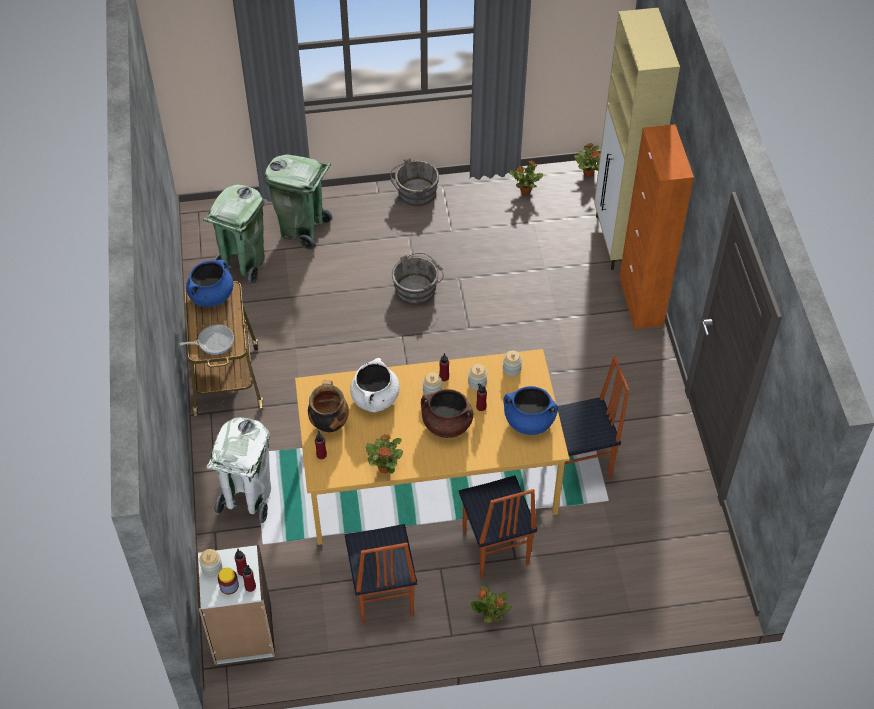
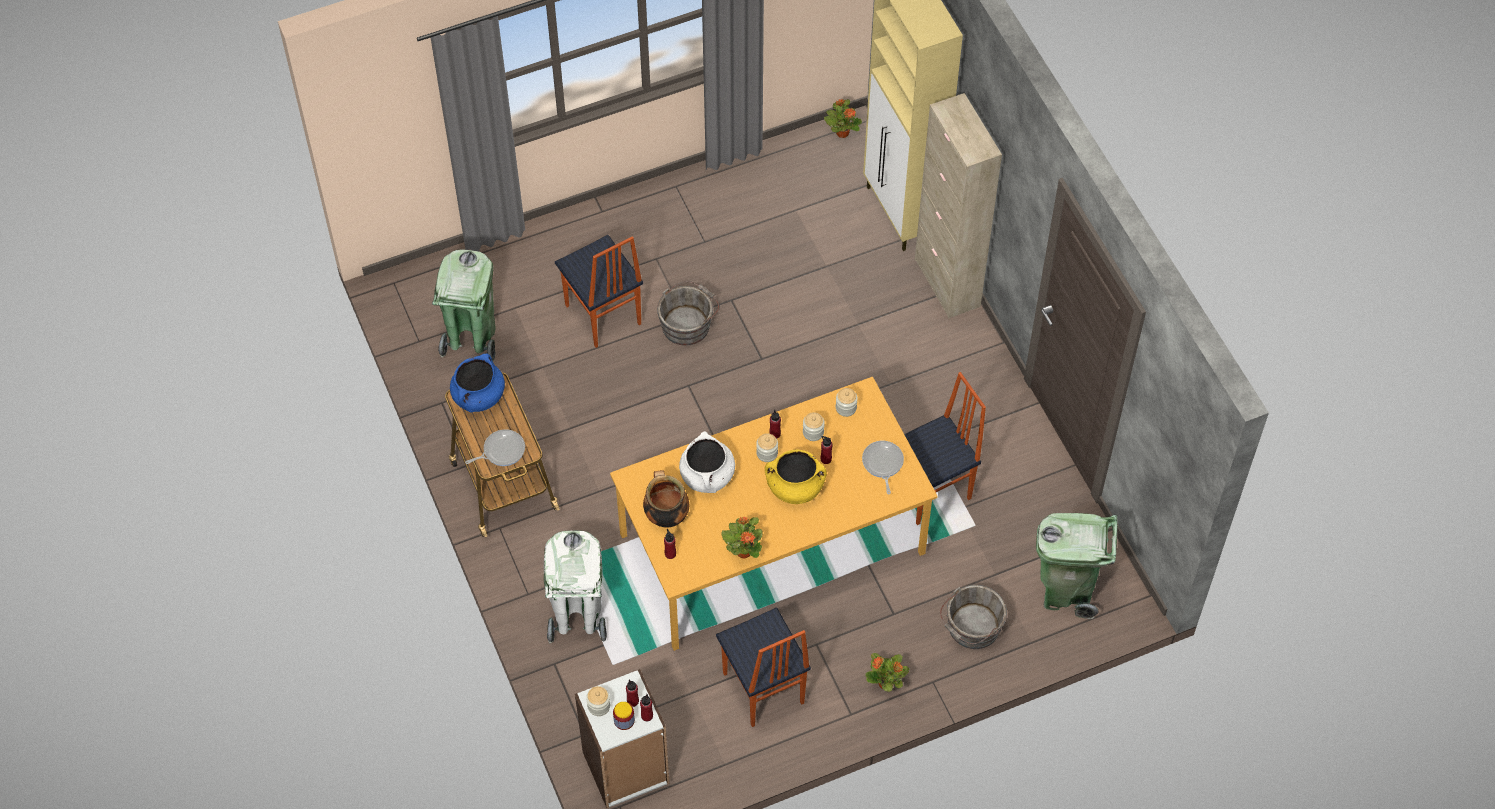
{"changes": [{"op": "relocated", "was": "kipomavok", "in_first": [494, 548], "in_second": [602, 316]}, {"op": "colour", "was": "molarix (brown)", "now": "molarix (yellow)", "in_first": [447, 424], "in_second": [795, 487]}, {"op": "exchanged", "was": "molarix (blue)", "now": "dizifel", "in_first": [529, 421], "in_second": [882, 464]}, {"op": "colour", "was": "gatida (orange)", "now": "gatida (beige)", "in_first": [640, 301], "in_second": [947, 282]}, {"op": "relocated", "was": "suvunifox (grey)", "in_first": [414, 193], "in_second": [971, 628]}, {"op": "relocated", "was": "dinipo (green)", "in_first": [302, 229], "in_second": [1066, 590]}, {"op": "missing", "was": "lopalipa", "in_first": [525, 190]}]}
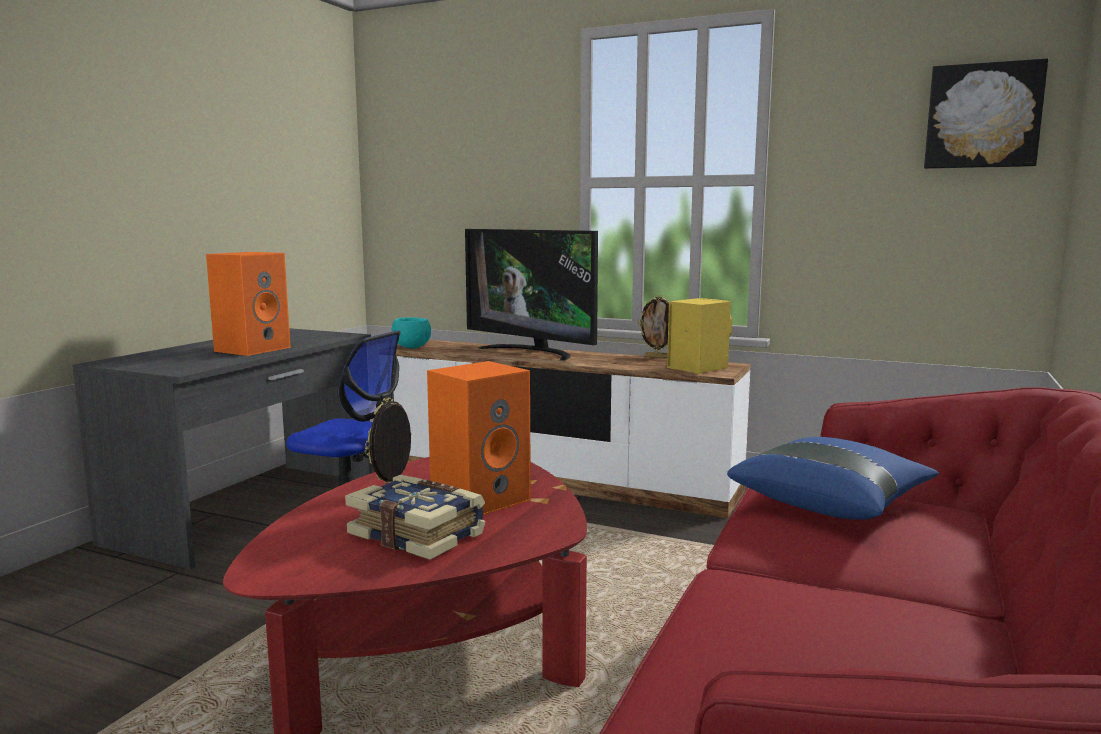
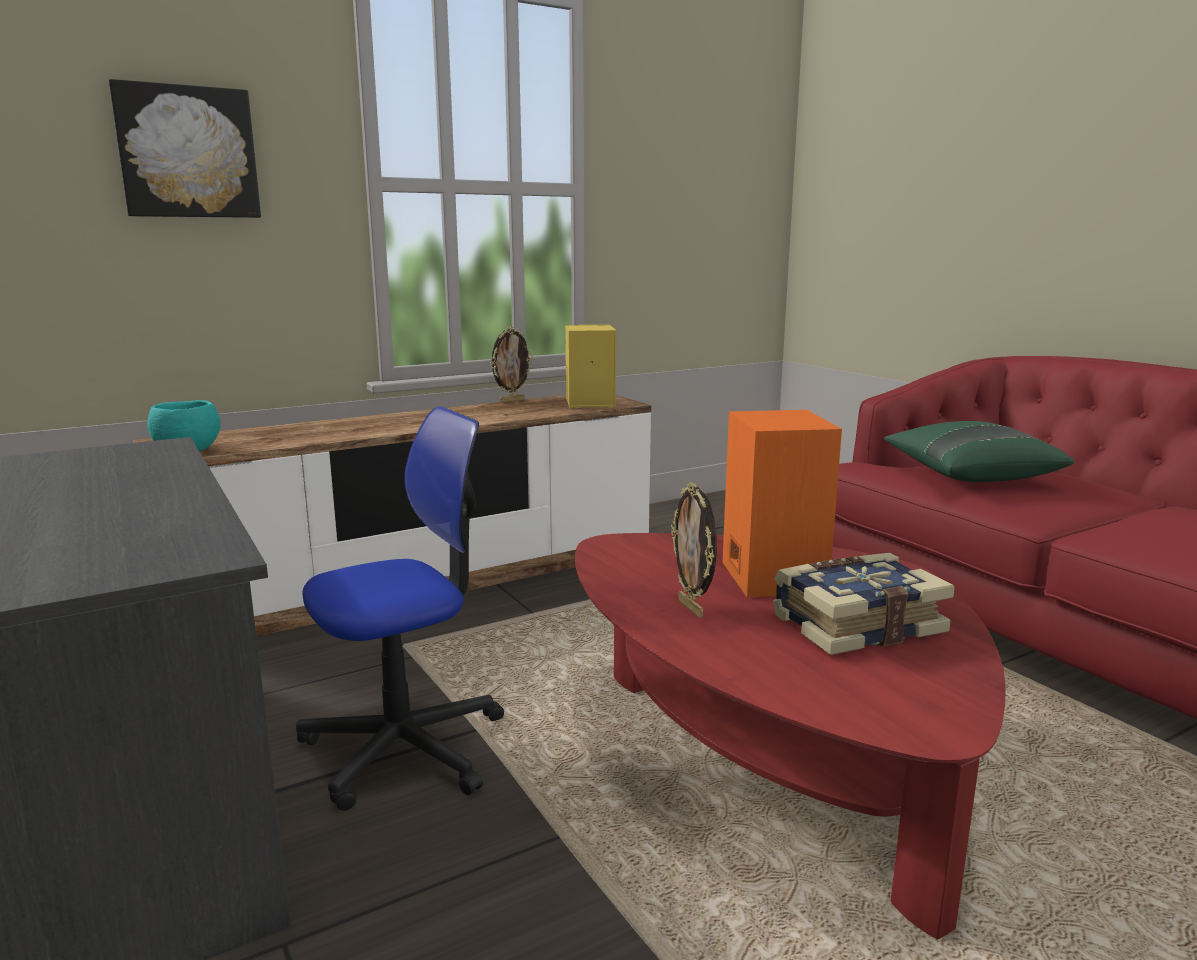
{"changes": [{"op": "relocated", "was": "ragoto", "in_first": [983, 116], "in_second": [187, 153]}, {"op": "colour", "was": "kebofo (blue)", "now": "kebofo (green)", "in_first": [831, 504], "in_second": [969, 475]}, {"op": "missing", "was": "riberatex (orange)", "in_first": [253, 349]}, {"op": "missing", "was": "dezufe", "in_first": [532, 352]}]}
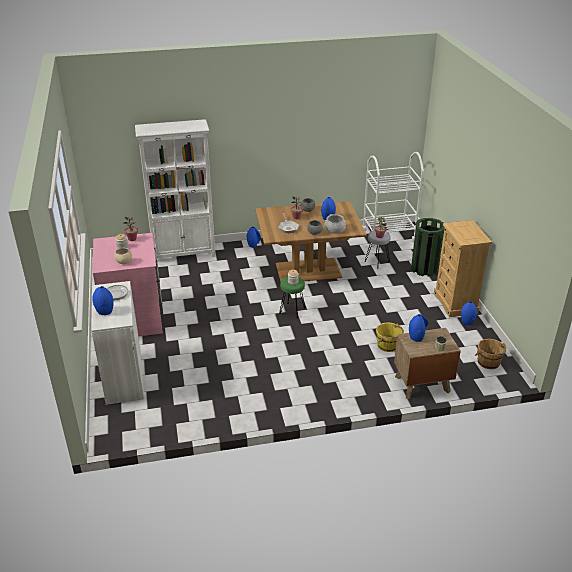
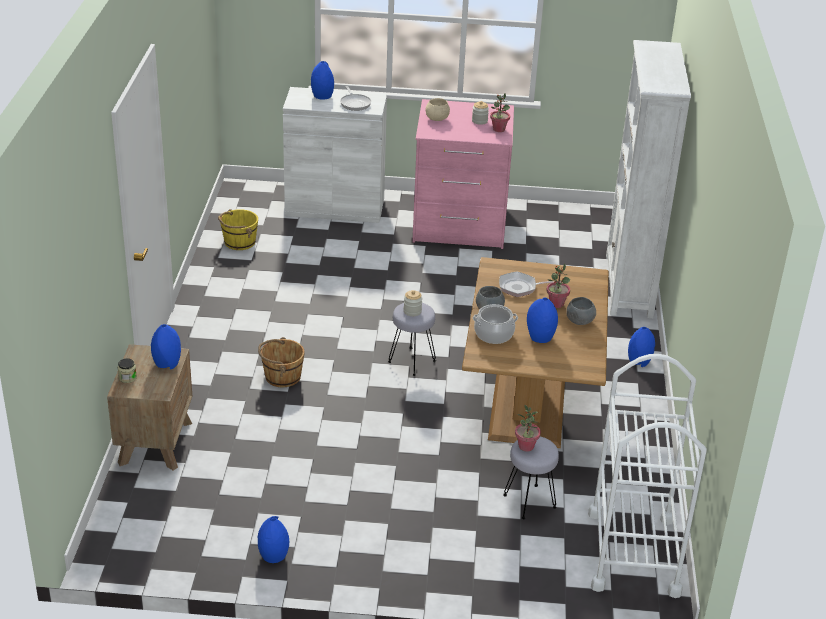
{"changes": [{"op": "relocated", "was": "suvunifox (yellow)", "in_first": [388, 345], "in_second": [239, 242]}, {"op": "relocated", "was": "suvunifox (brown)", "in_first": [488, 362], "in_second": [282, 376]}, {"op": "colour", "was": "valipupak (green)", "now": "valipupak (grey)", "in_first": [292, 310], "in_second": [411, 361]}, {"op": "missing", "was": "dinipo (green)", "in_first": [424, 269]}, {"op": "missing", "was": "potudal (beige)", "in_first": [455, 303]}]}
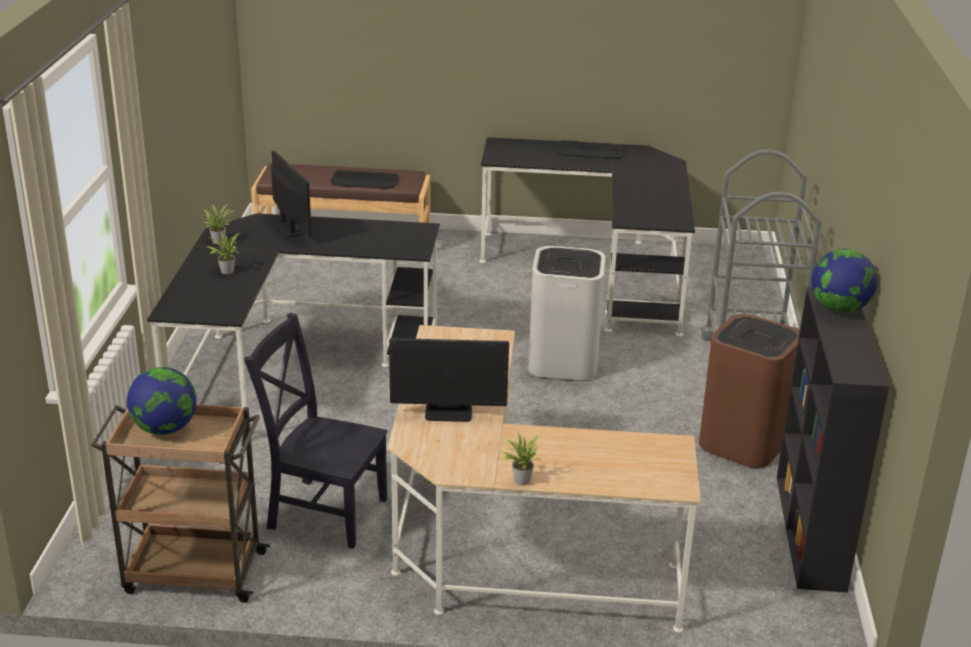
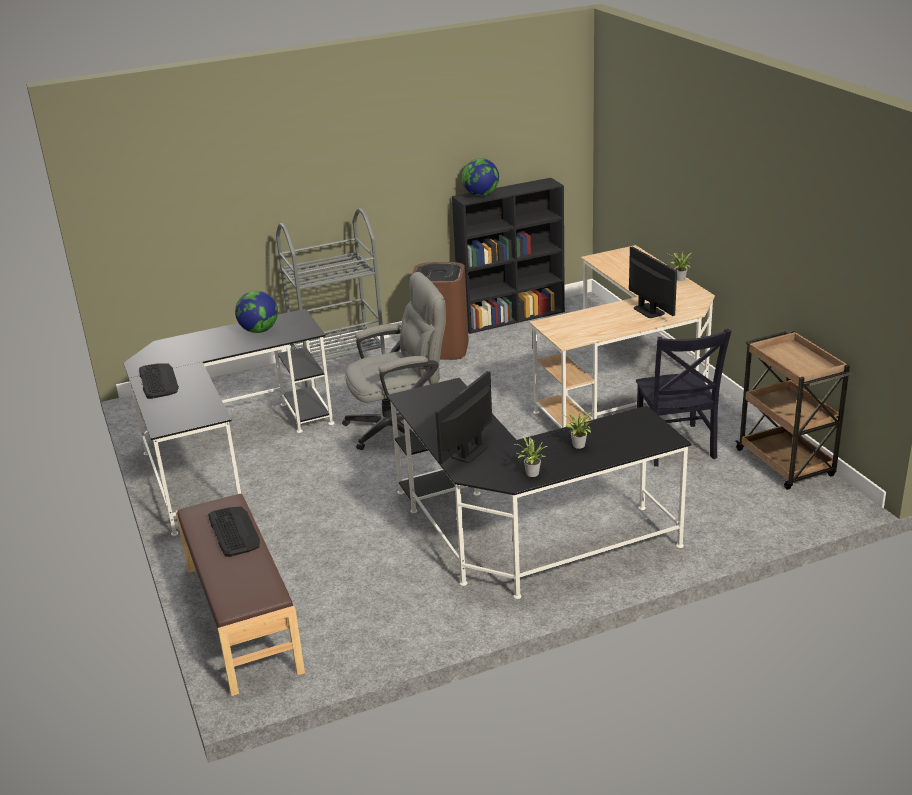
{"changes": [{"op": "relocated", "was": "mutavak", "in_first": [165, 429], "in_second": [259, 330]}, {"op": "exchanged", "was": "dinipo (white)", "now": "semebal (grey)", "in_first": [562, 363], "in_second": [400, 426]}]}
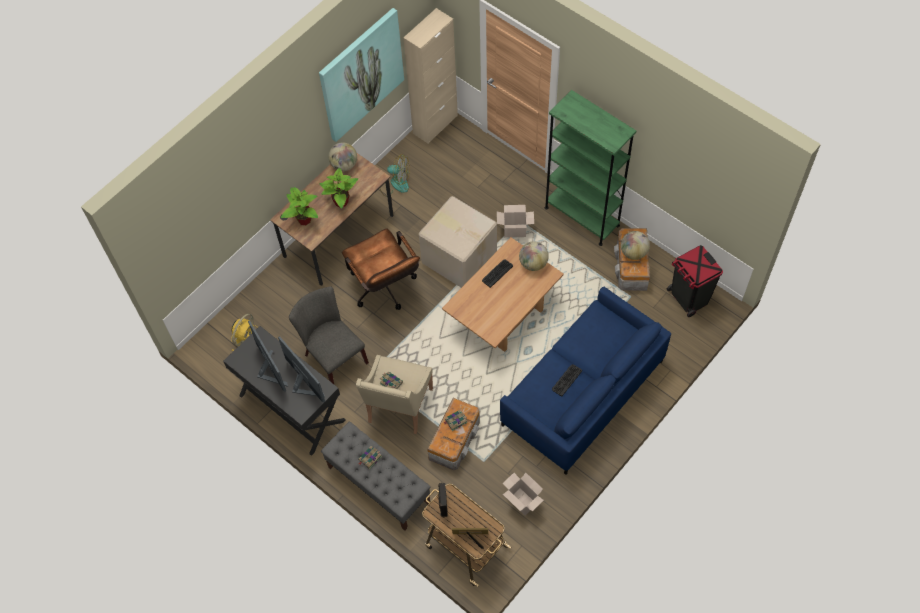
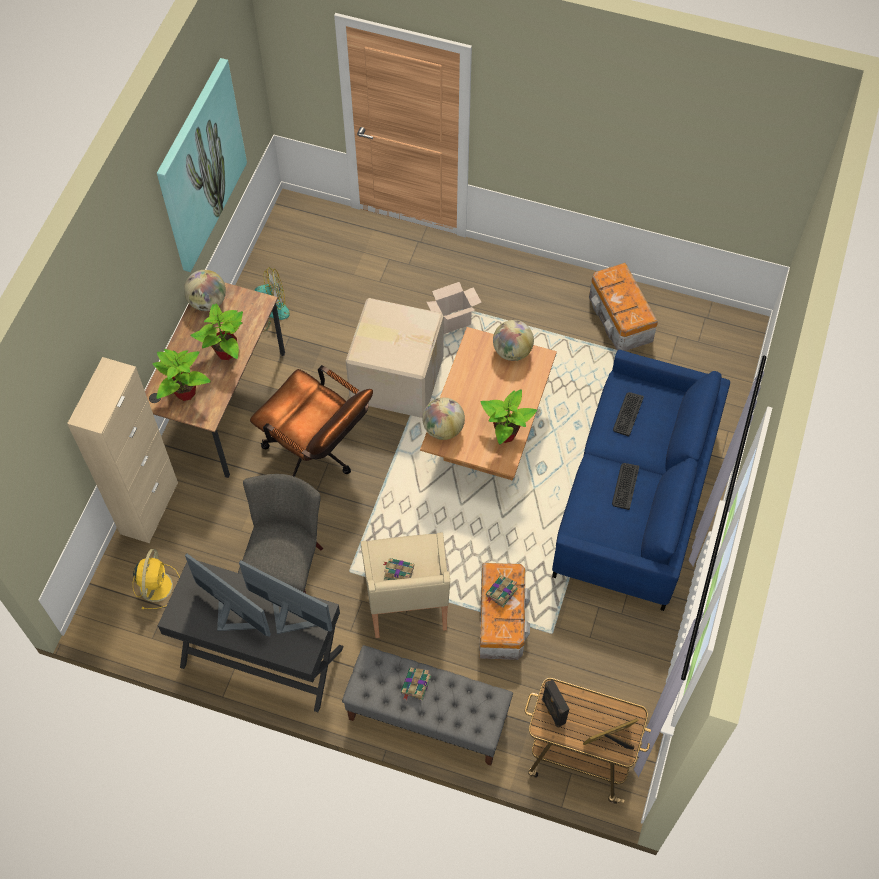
{"changes": [{"op": "relocated", "was": "gatida (beige)", "in_first": [435, 124], "in_second": [149, 508]}, {"op": "spun", "was": "kipomavok (grey)", "in_first": [332, 357], "in_second": [287, 567], "clockwise": 75}, {"op": "relocated", "was": "mutavak", "in_first": [633, 252], "in_second": [443, 428]}, {"op": "appeared", "now": "lopalipa", "in_second": [506, 434]}, {"op": "relocated", "was": "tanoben", "in_first": [497, 273], "in_second": [628, 414]}, {"op": "missing", "was": "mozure", "in_first": [521, 501]}, {"op": "missing", "was": "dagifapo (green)", "in_first": [582, 216]}, {"op": "missing", "was": "dinipo (black)", "in_first": [688, 298]}]}
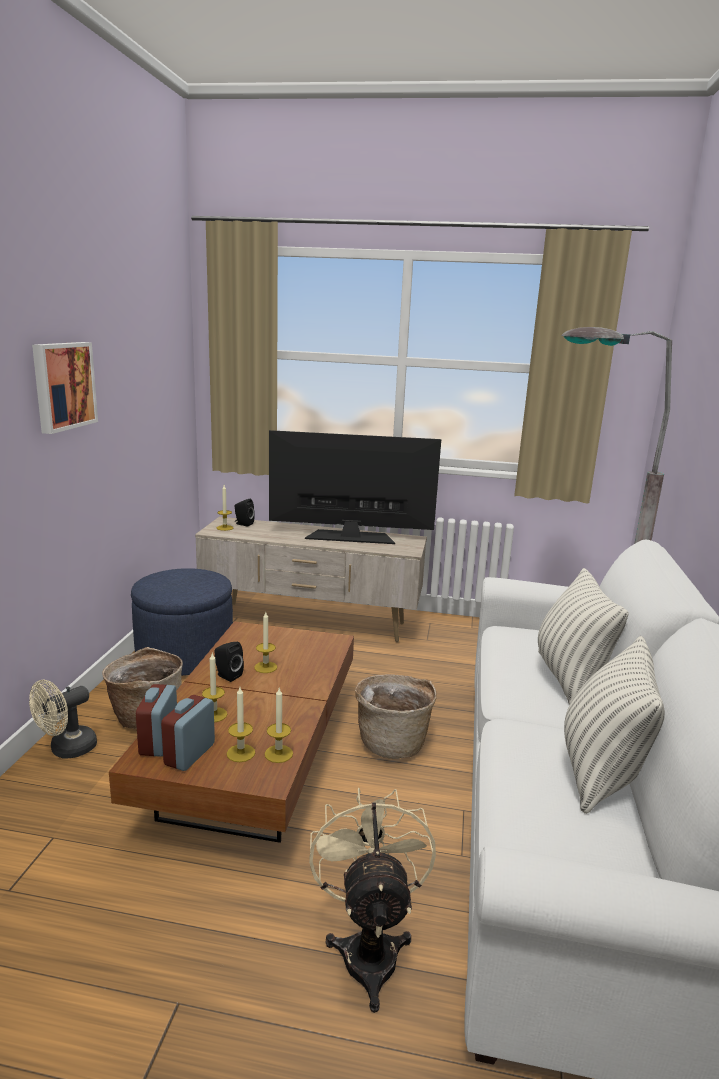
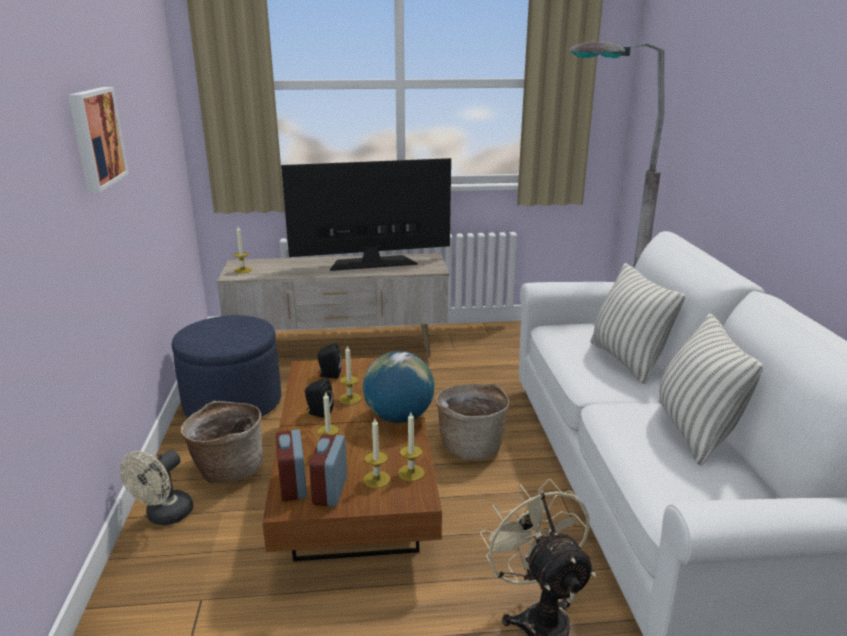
{"changes": [{"op": "relocated", "was": "riberatex (black)", "in_first": [243, 524], "in_second": [329, 375]}, {"op": "appeared", "now": "mutavak", "in_second": [399, 417]}]}
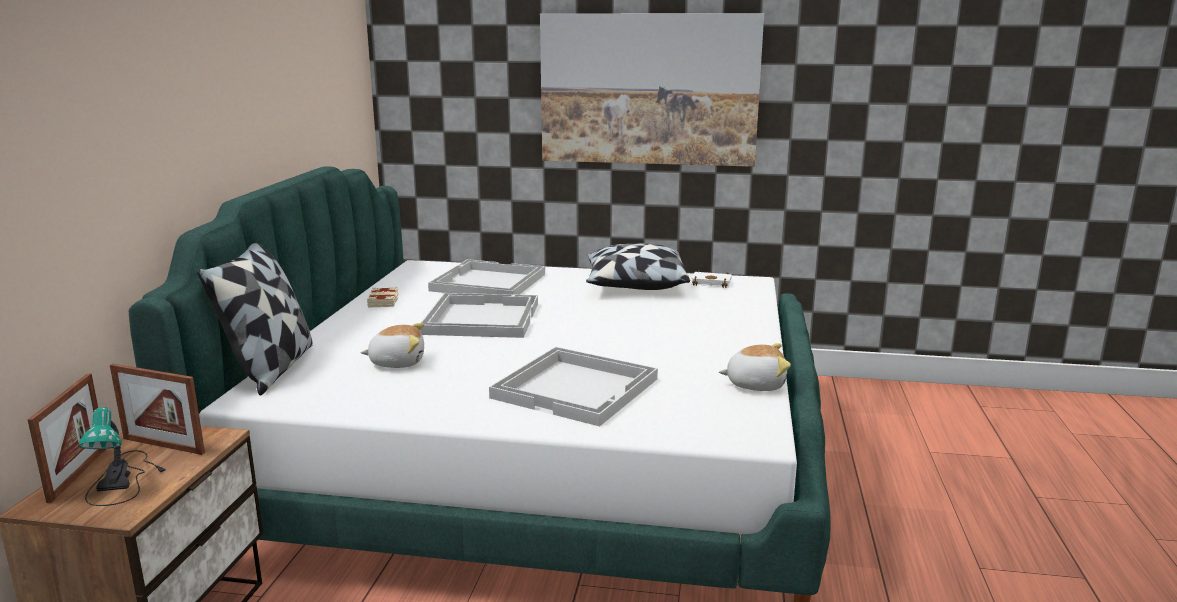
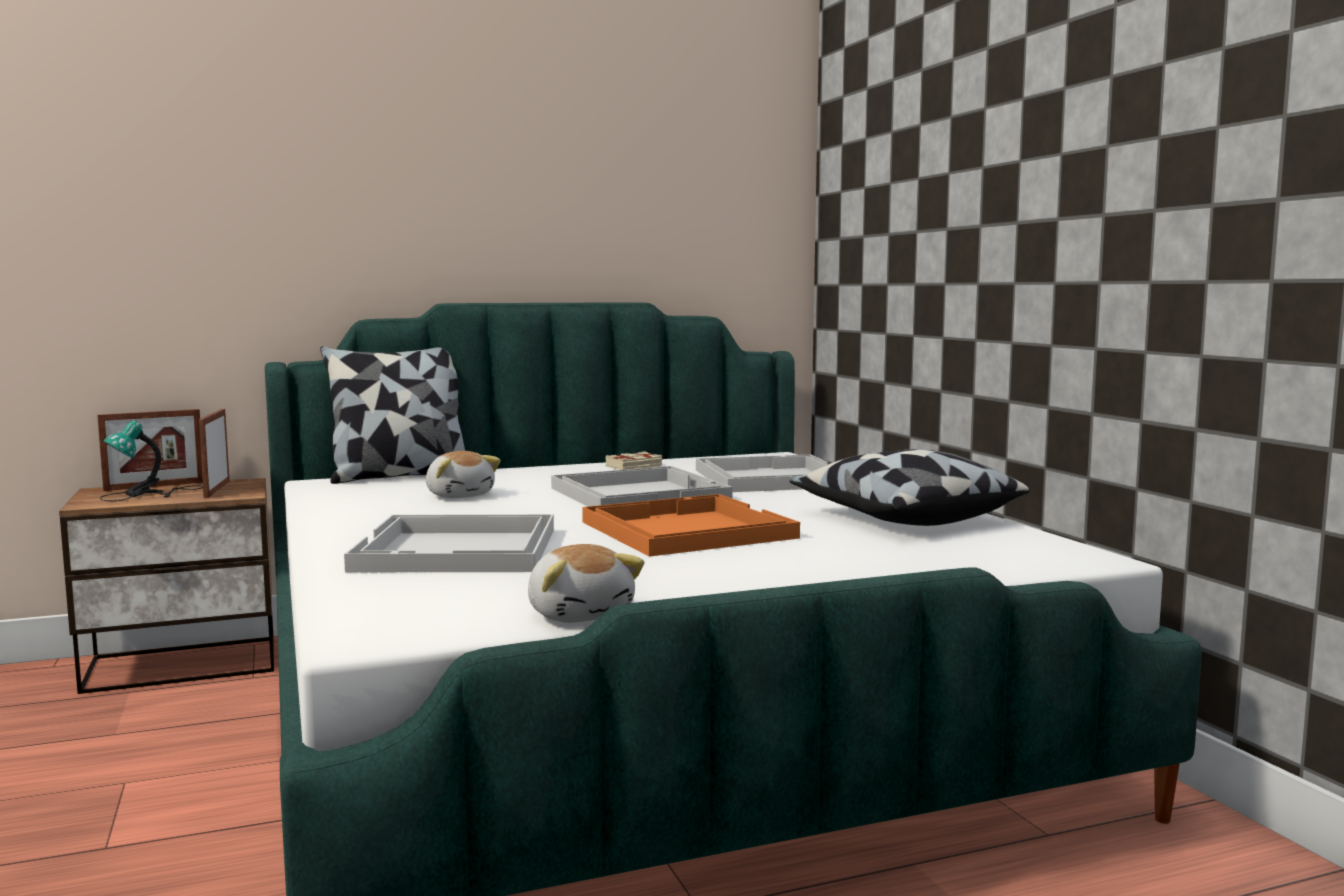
{"changes": [{"op": "appeared", "now": "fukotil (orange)", "in_second": [685, 529]}, {"op": "missing", "was": "ragoto", "in_first": [649, 89]}, {"op": "missing", "was": "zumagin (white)", "in_first": [712, 282]}]}
